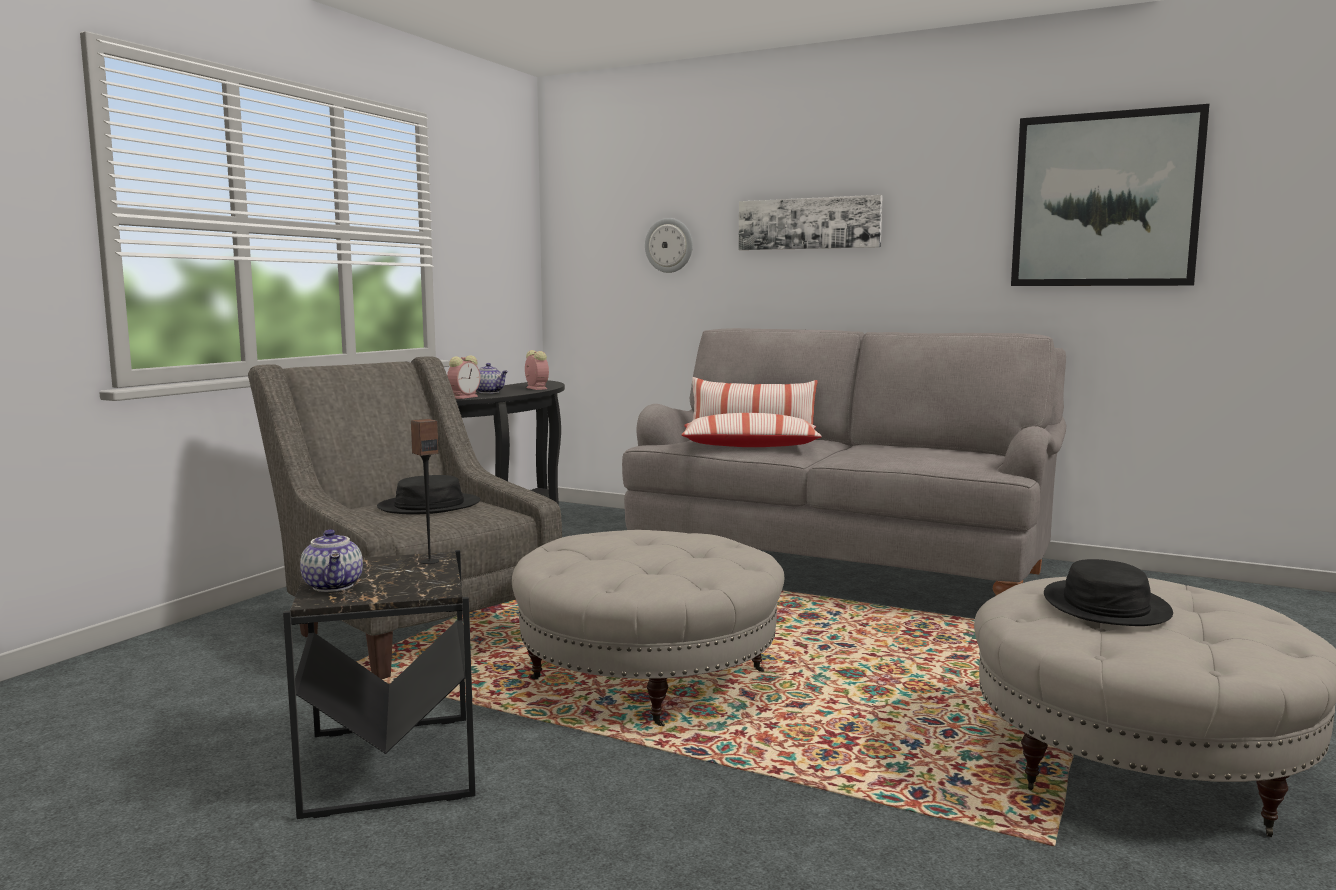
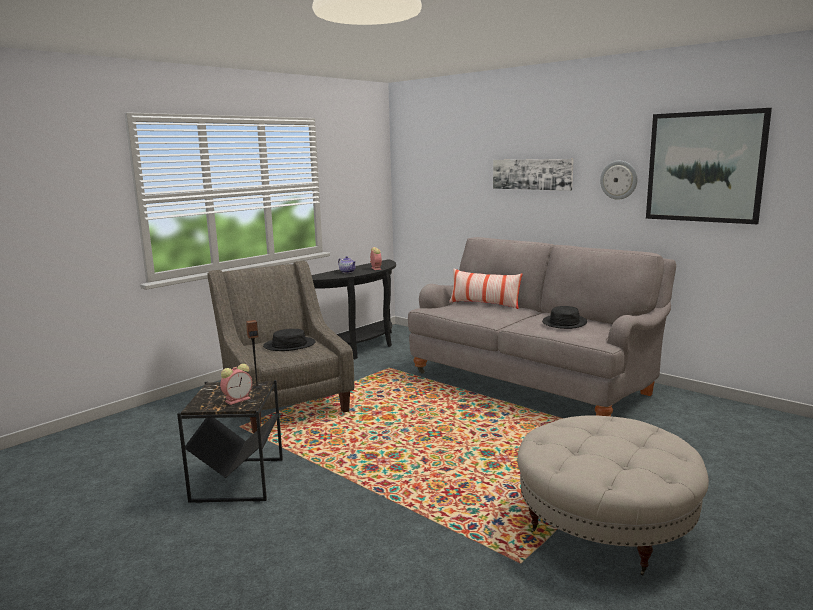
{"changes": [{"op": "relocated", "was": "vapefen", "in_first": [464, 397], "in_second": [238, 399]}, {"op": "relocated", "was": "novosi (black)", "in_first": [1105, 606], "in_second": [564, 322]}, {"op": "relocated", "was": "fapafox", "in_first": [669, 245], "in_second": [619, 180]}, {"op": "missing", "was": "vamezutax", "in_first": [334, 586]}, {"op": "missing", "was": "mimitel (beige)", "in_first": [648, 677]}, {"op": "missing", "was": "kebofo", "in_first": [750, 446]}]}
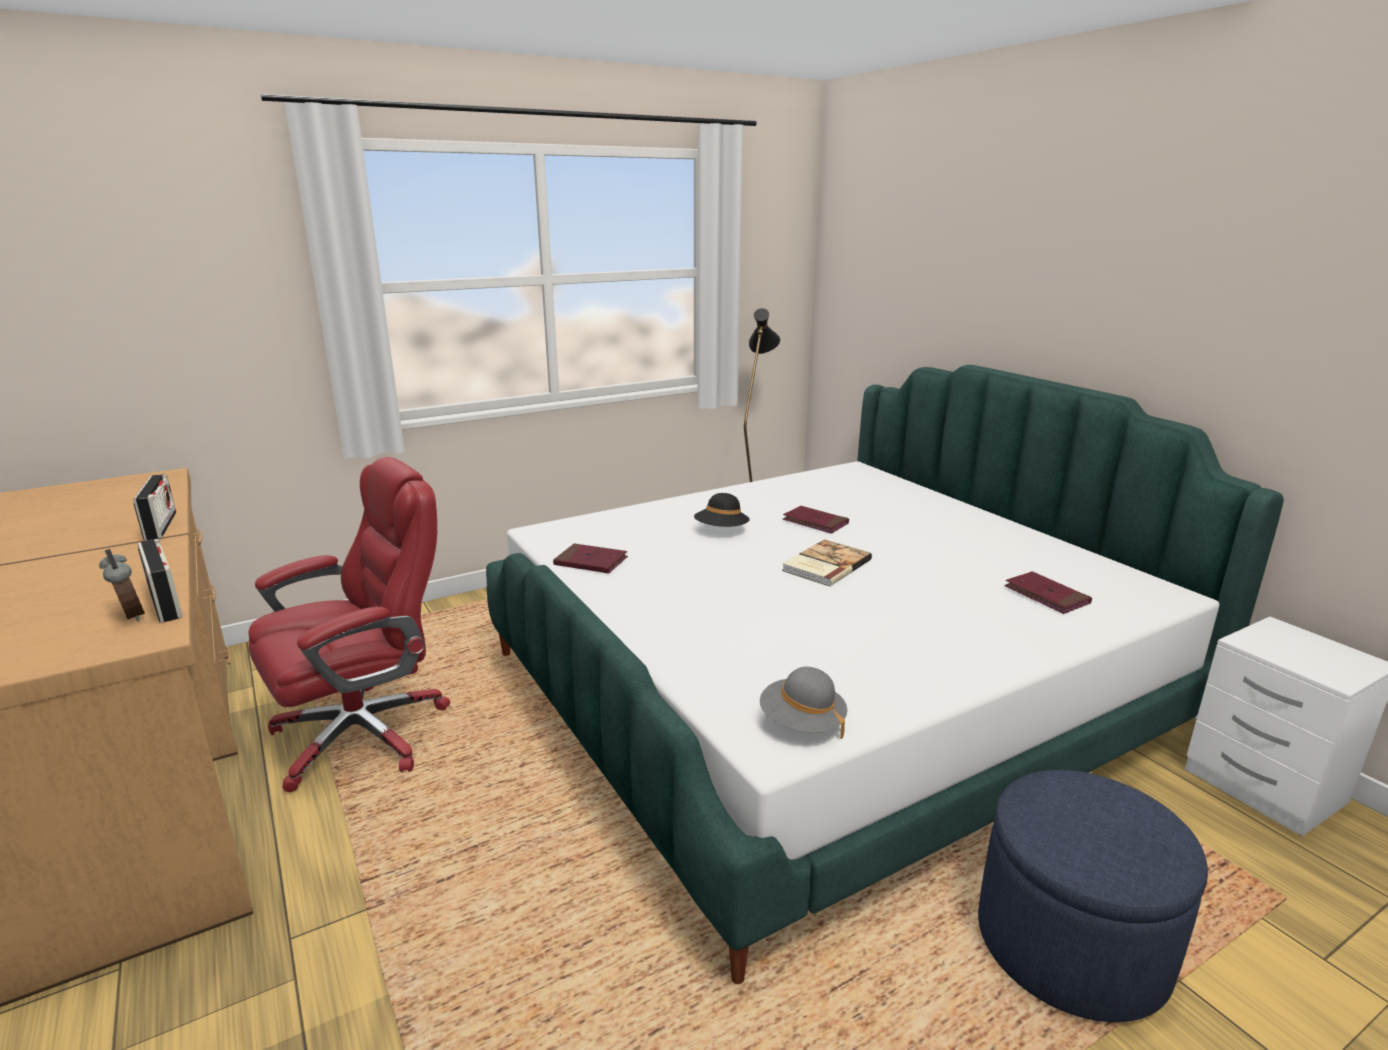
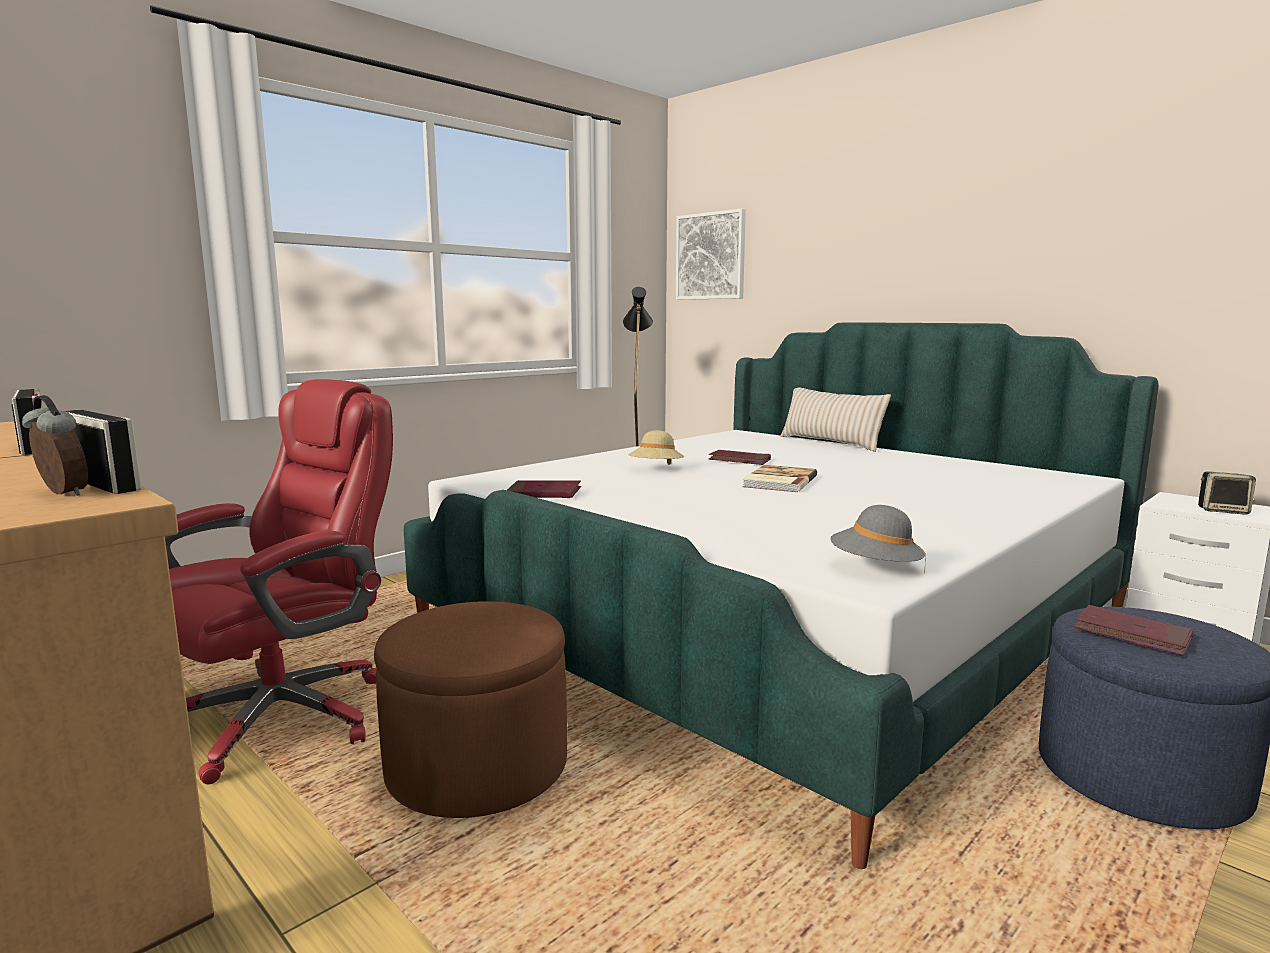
{"changes": [{"op": "appeared", "now": "mimitel (brown)", "in_second": [477, 767]}, {"op": "colour", "was": "novosi (black)", "now": "novosi (beige)", "in_first": [721, 530], "in_second": [656, 469]}, {"op": "appeared", "now": "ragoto", "in_second": [711, 256]}, {"op": "appeared", "now": "kebofo (beige)", "in_second": [830, 443]}, {"op": "relocated", "was": "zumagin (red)", "in_first": [1046, 596], "in_second": [1132, 634]}, {"op": "appeared", "now": "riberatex", "in_second": [1223, 511]}]}
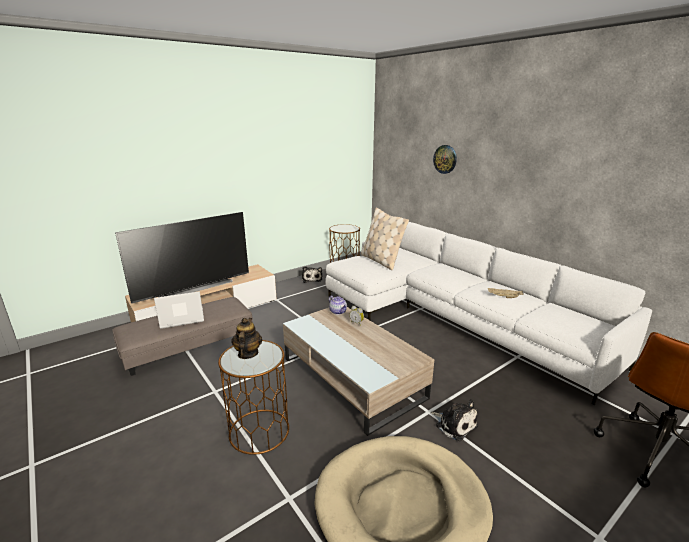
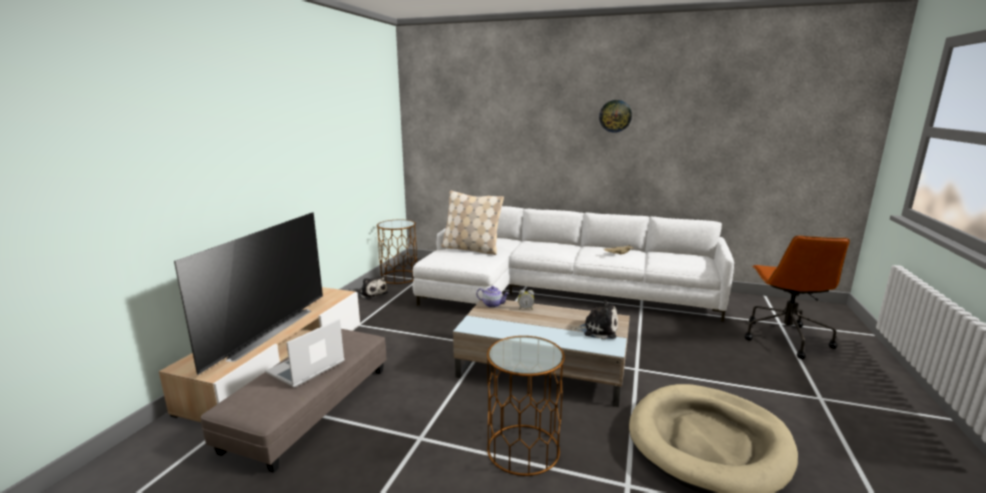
{"changes": [{"op": "relocated", "was": "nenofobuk", "in_first": [454, 424], "in_second": [597, 330]}, {"op": "relocated", "was": "fapafox", "in_first": [445, 159], "in_second": [615, 116]}, {"op": "missing", "was": "vamezutax", "in_first": [247, 354]}]}
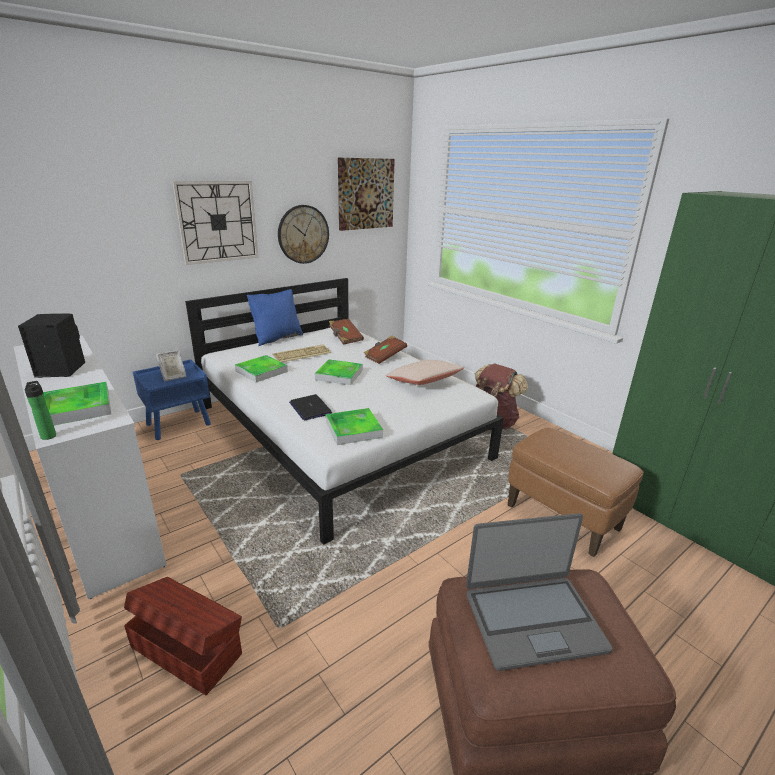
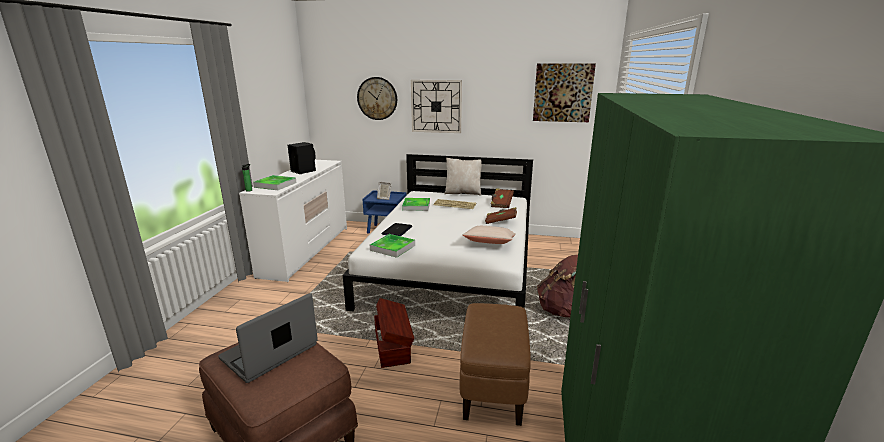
{"changes": [{"op": "spun", "was": "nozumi", "in_first": [532, 620], "in_second": [270, 352], "clockwise": 90}, {"op": "relocated", "was": "fapafox", "in_first": [303, 234], "in_second": [377, 98]}, {"op": "relocated", "was": "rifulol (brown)", "in_first": [187, 648], "in_second": [393, 345]}, {"op": "colour", "was": "kebofo (blue)", "now": "kebofo (beige)", "in_first": [277, 338], "in_second": [463, 193]}, {"op": "missing", "was": "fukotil", "in_first": [339, 375]}]}
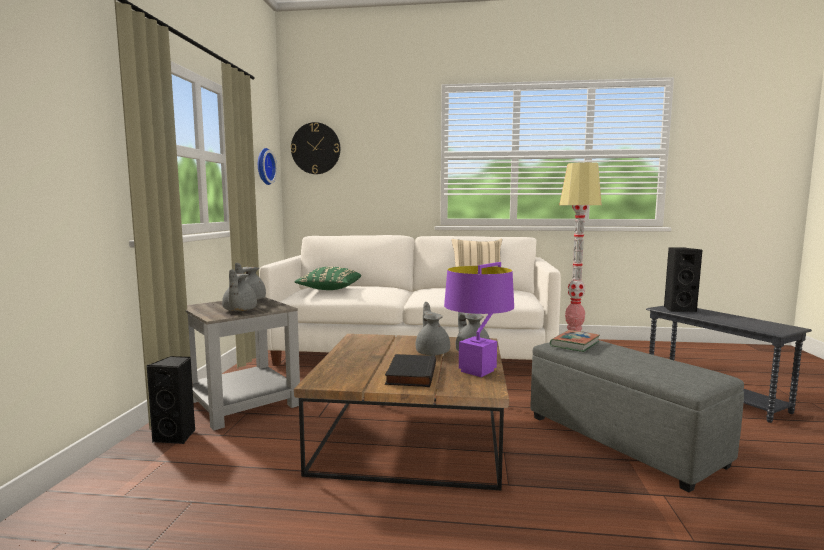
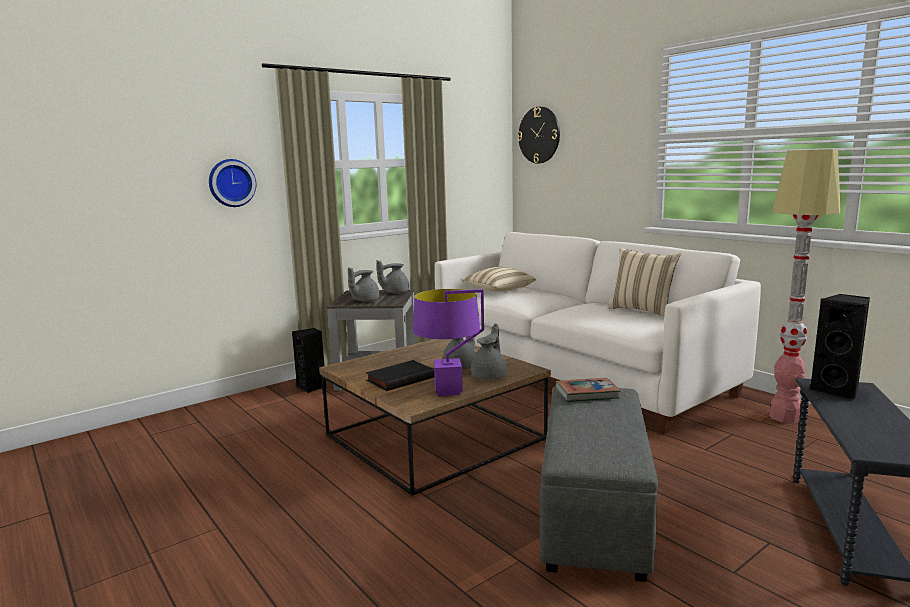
{"changes": [{"op": "relocated", "was": "fapafox", "in_first": [264, 166], "in_second": [231, 183]}, {"op": "colour", "was": "kebofo (green)", "now": "kebofo (beige)", "in_first": [329, 289], "in_second": [498, 290]}]}
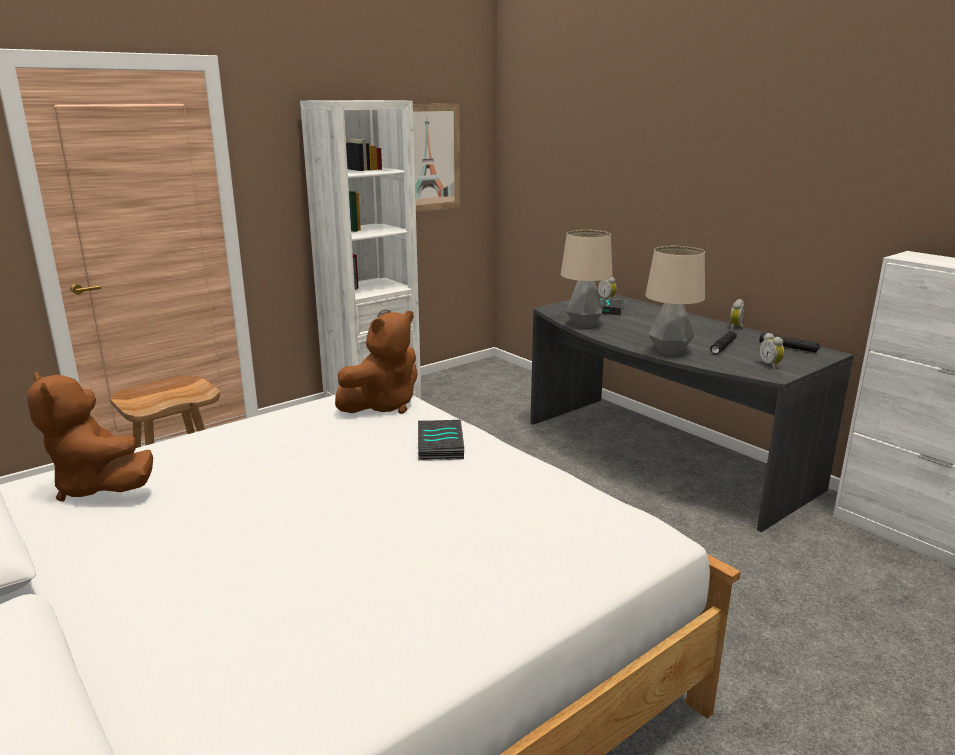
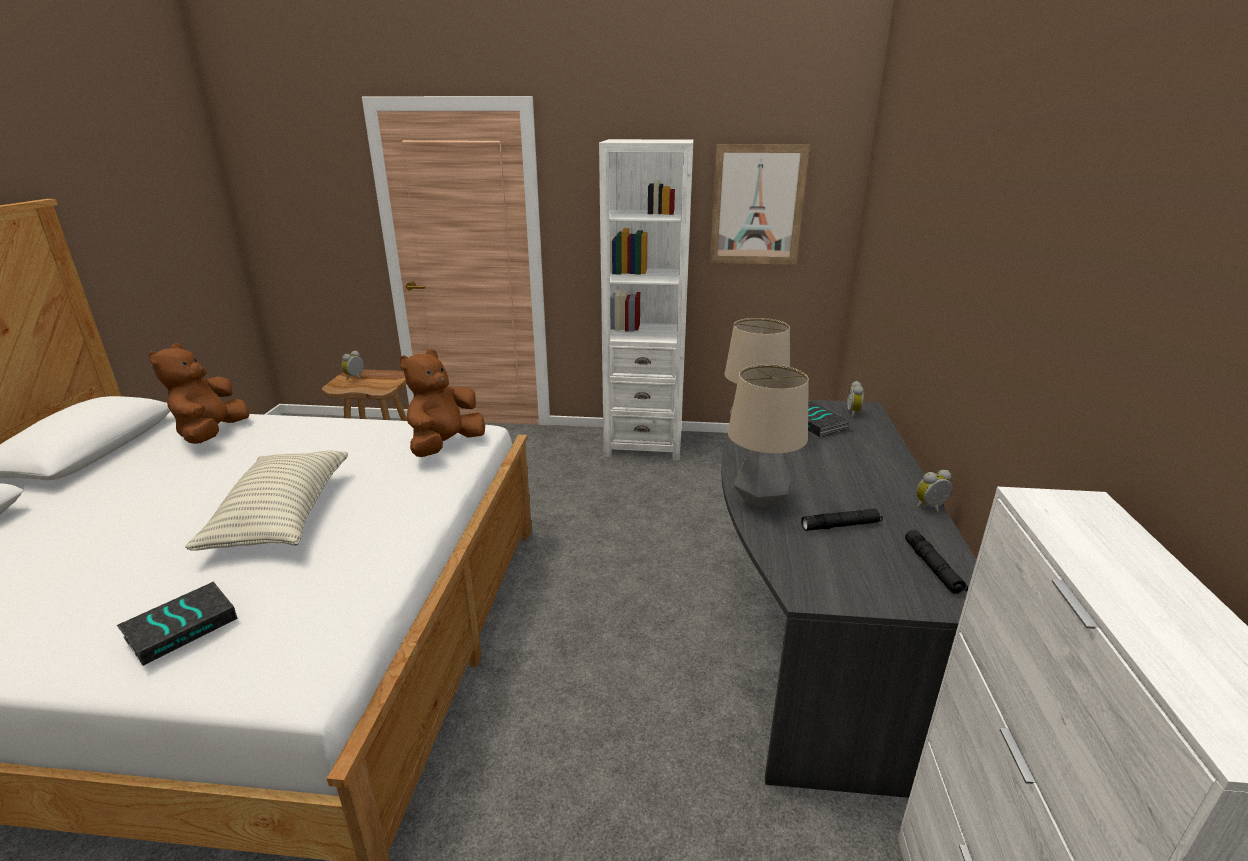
{"changes": [{"op": "relocated", "was": "zumagin", "in_first": [438, 445], "in_second": [182, 626]}, {"op": "appeared", "now": "kebofo", "in_second": [282, 517]}, {"op": "relocated", "was": "vapefen", "in_first": [770, 365], "in_second": [356, 377]}, {"op": "spun", "was": "nenofobuk (brown)", "in_first": [383, 405], "in_second": [445, 446], "clockwise": 120}]}
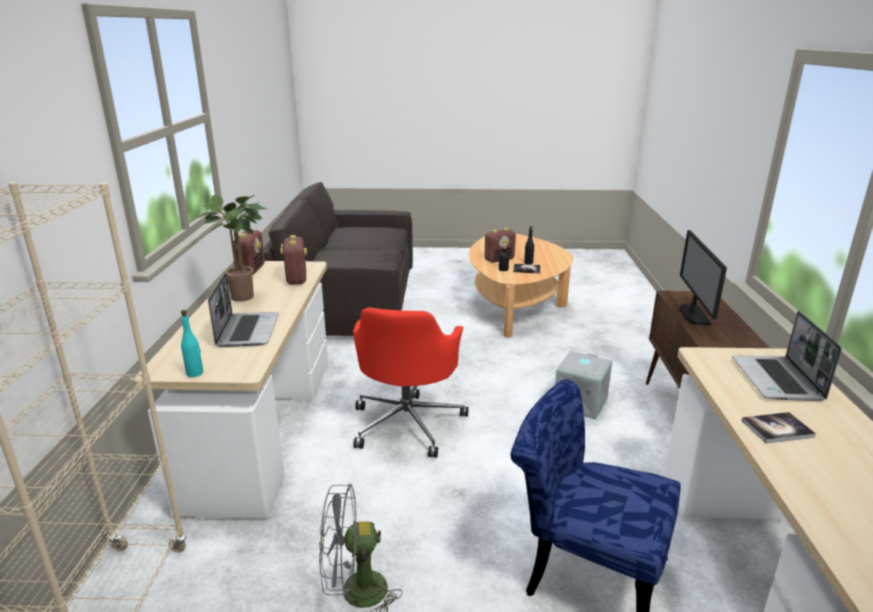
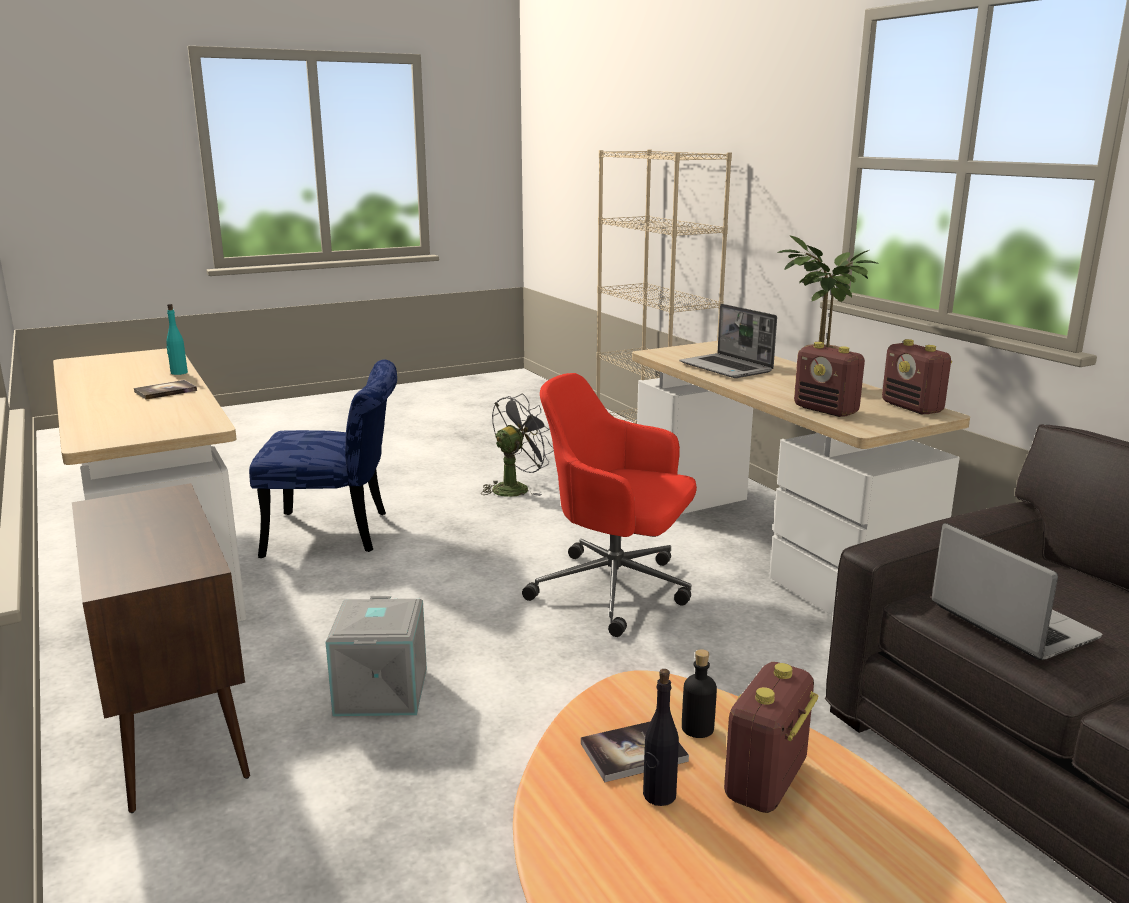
{"changes": [{"op": "relocated", "was": "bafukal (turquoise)", "in_first": [195, 373], "in_second": [178, 373]}, {"op": "spun", "was": "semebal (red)", "in_first": [408, 422], "in_second": [616, 590], "clockwise": -45}, {"op": "relocated", "was": "nozumi", "in_first": [778, 380], "in_second": [1009, 622]}, {"op": "missing", "was": "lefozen", "in_first": [693, 315]}]}
